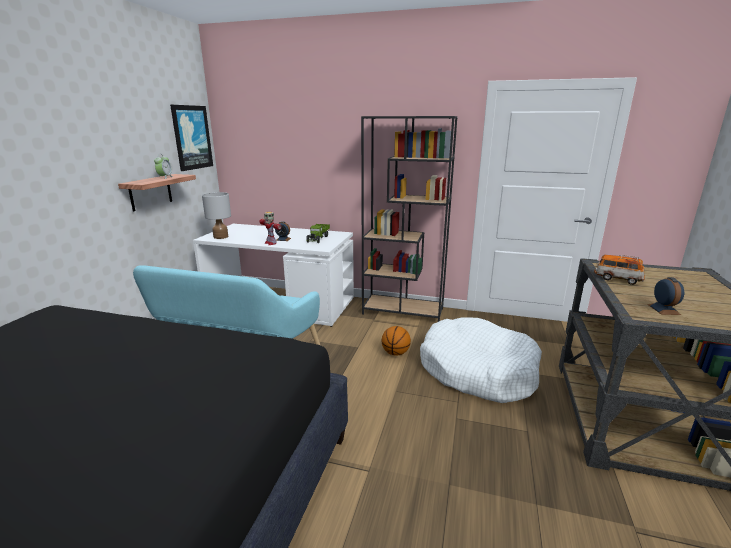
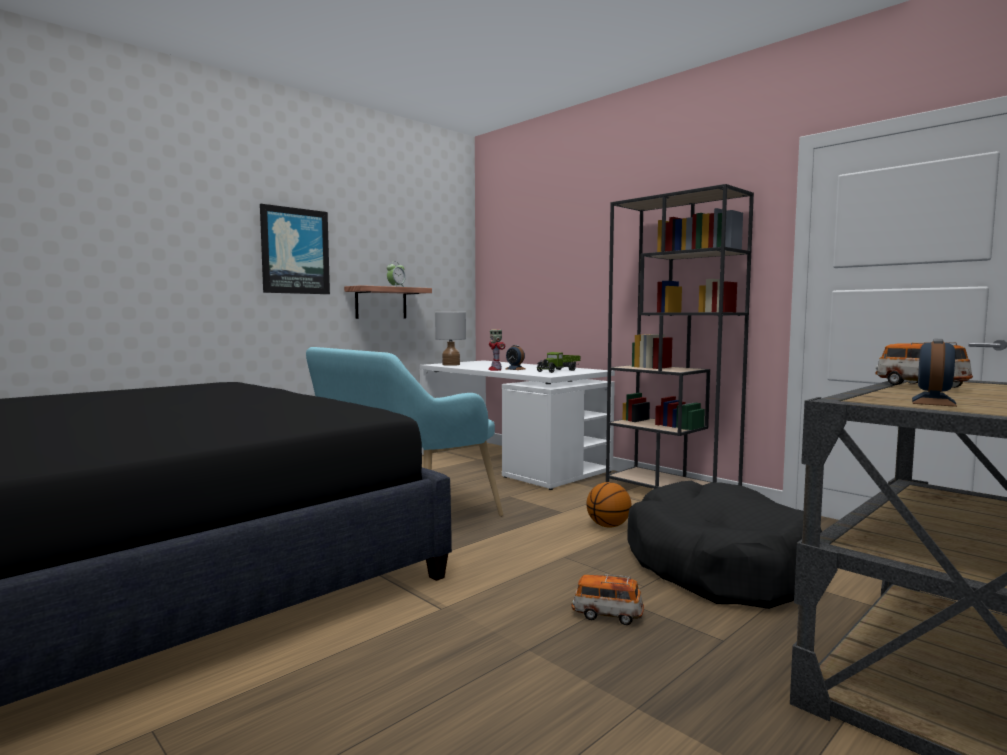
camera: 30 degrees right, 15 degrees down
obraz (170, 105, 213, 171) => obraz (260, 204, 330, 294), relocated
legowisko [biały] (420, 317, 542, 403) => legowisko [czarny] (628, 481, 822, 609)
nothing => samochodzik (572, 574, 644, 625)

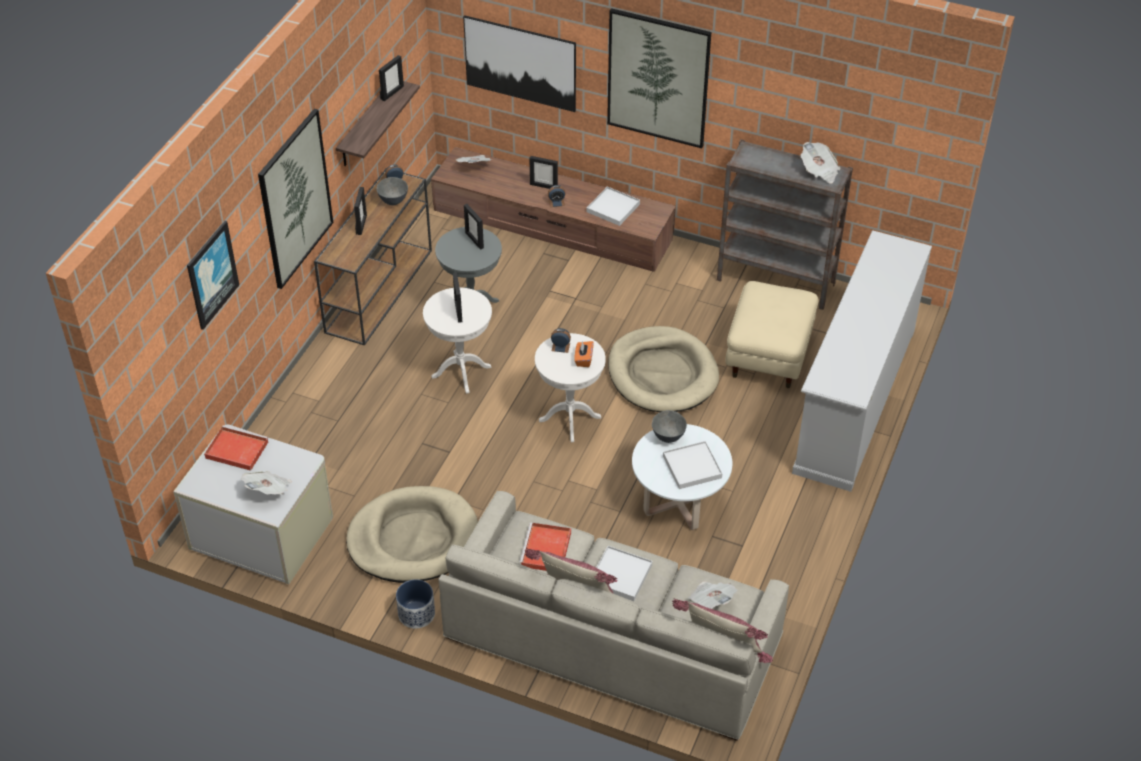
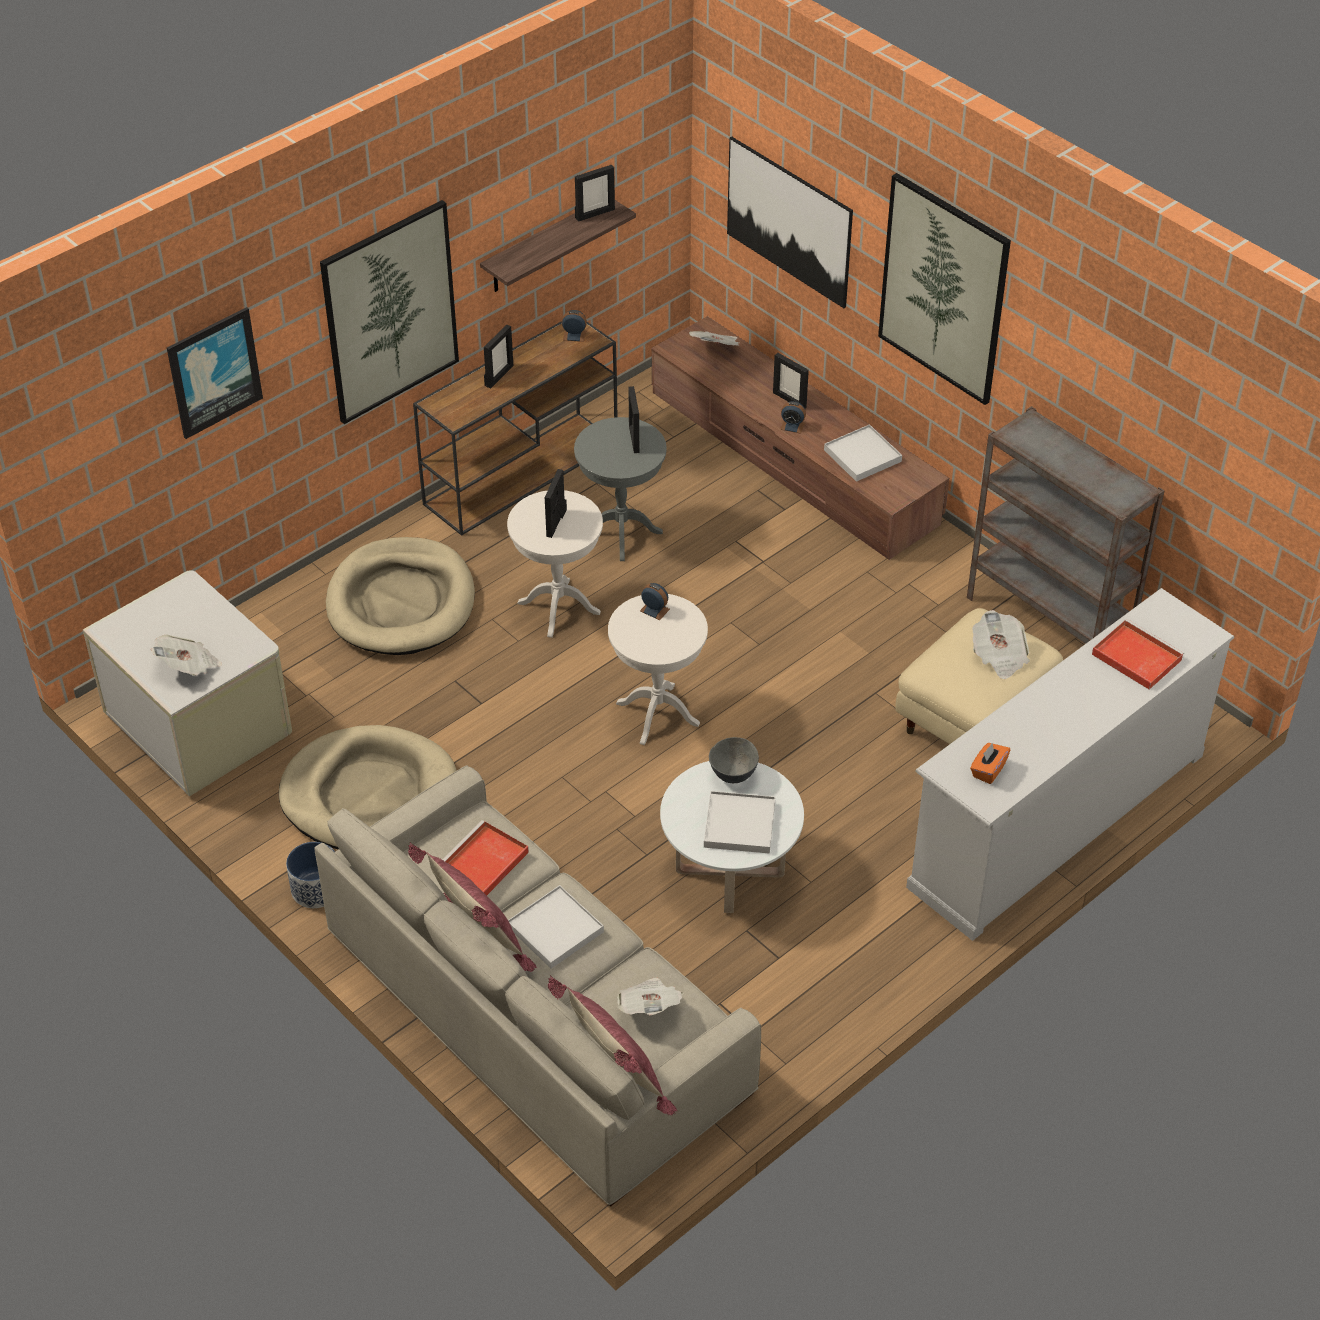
camera: 25 degrees right, 0 degrees up
taca [czerwony] (204, 425, 268, 471) => taca [czerwony] (1092, 619, 1184, 690), relocated
miska [szary] (376, 177, 408, 205) => nothing
pudełko chusteczek [pomarańczowy] (574, 341, 593, 367) => pudełko chusteczek [pomarańczowy] (970, 743, 1010, 784), relocated
legowisko [beżowy] (608, 326, 719, 412) => legowisko [beżowy] (326, 537, 475, 655), relocated
gazeta (801, 142, 840, 184) => gazeta (972, 610, 1030, 679), relocated

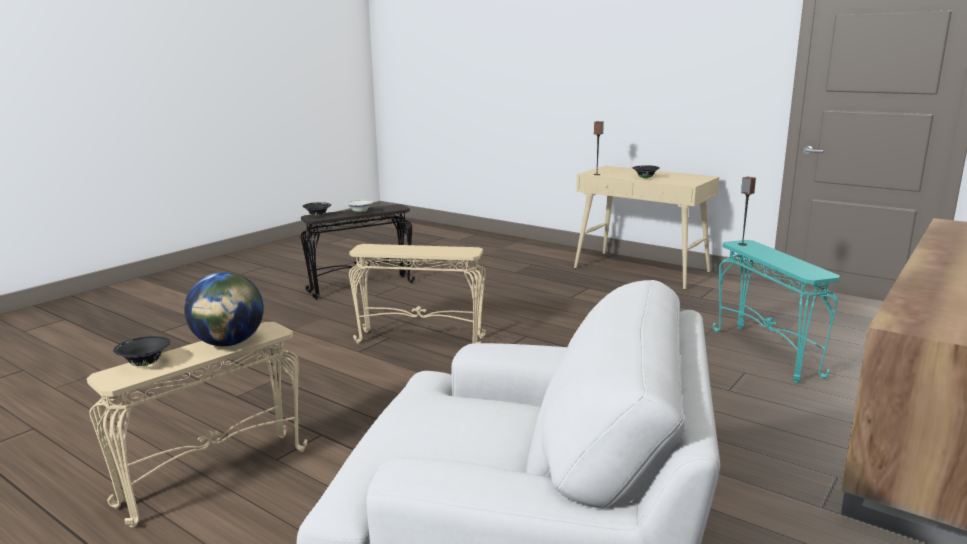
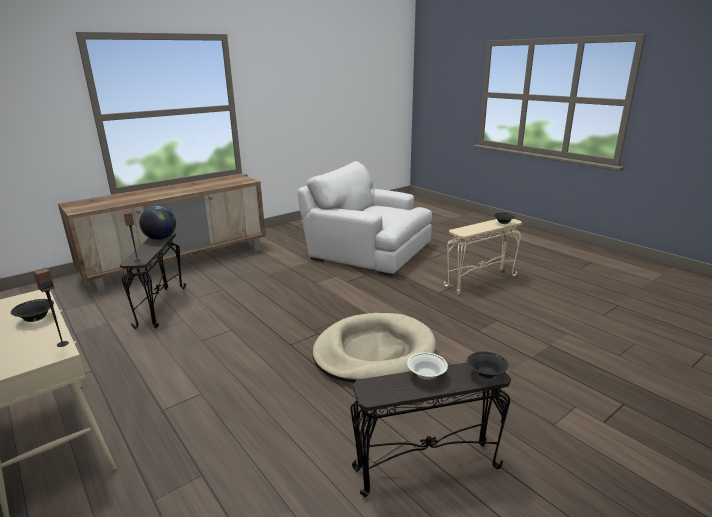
camera: 165 degrees left, 5 degrees up
globus (184, 272, 264, 346) => globus (139, 206, 176, 240), relocated
stolik [beżowy] (349, 244, 486, 343) => legowisko [beżowy] (313, 313, 436, 383)
stolik [turkusowy] (713, 240, 840, 383) => stolik [czarny] (120, 232, 186, 329)

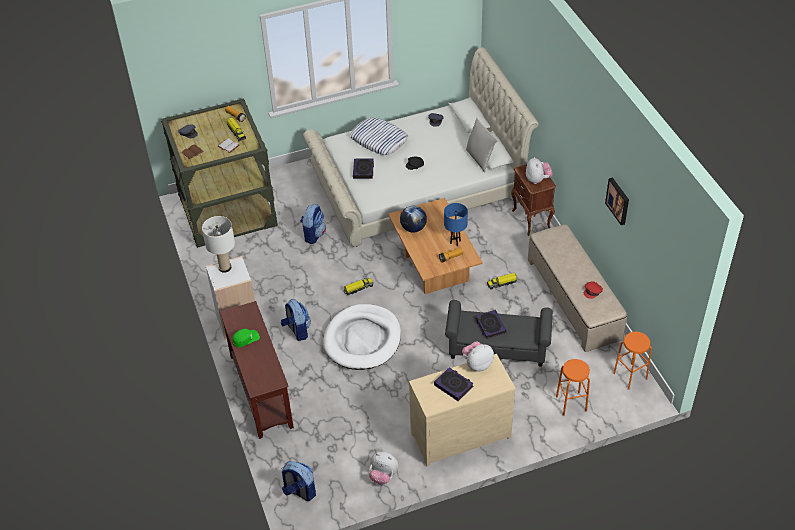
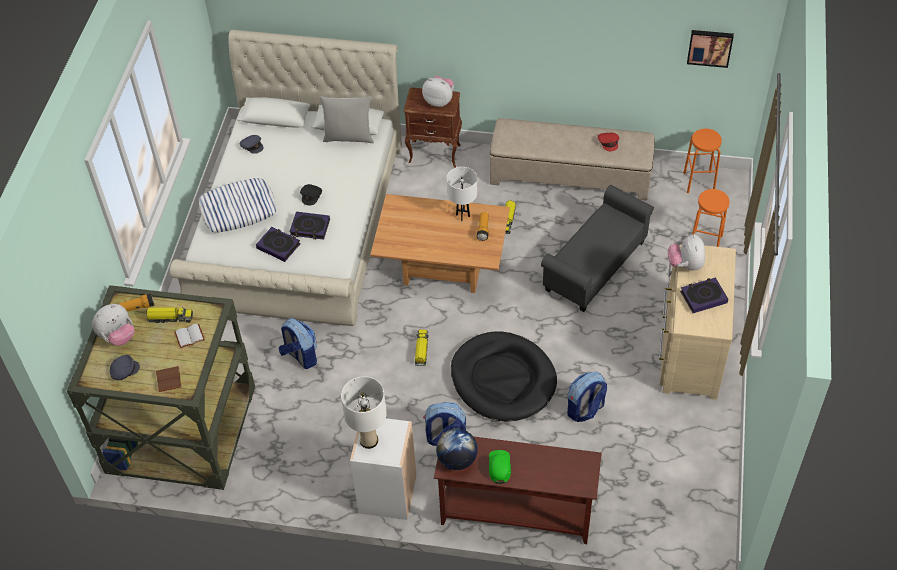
camera: 60 degrees left, 5 degrees up
plecak (282, 461, 316, 501) => plecak (567, 371, 607, 422), relocated
legowisko [biały] (323, 304, 401, 370) => legowisko [czarny] (451, 331, 557, 422)
pluszak (369, 452, 398, 485) => pluszak (92, 304, 134, 346), relocated
globus (400, 206, 427, 233) => globus (436, 429, 478, 470), relocated
lampa stołowa [niebieski] (444, 203, 468, 246) => lampa stołowa [biały] (447, 167, 477, 221)
książka (475, 310, 507, 339) => książka (289, 212, 330, 240), relocated
obraz (605, 177, 629, 225) => obraz (687, 30, 734, 68), relocated

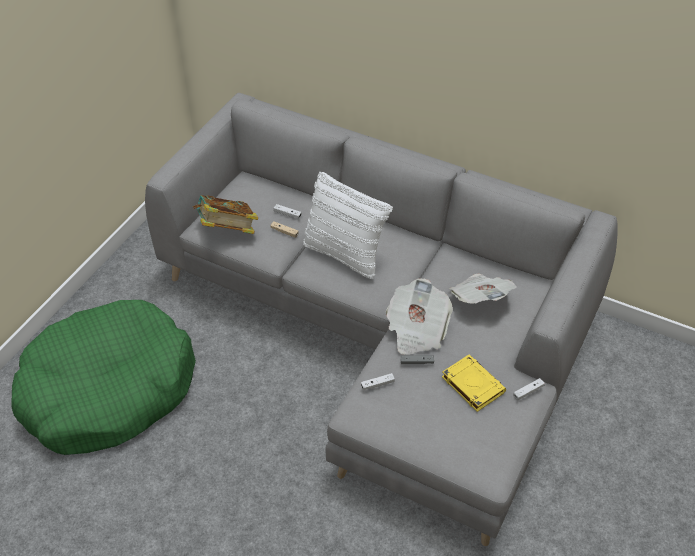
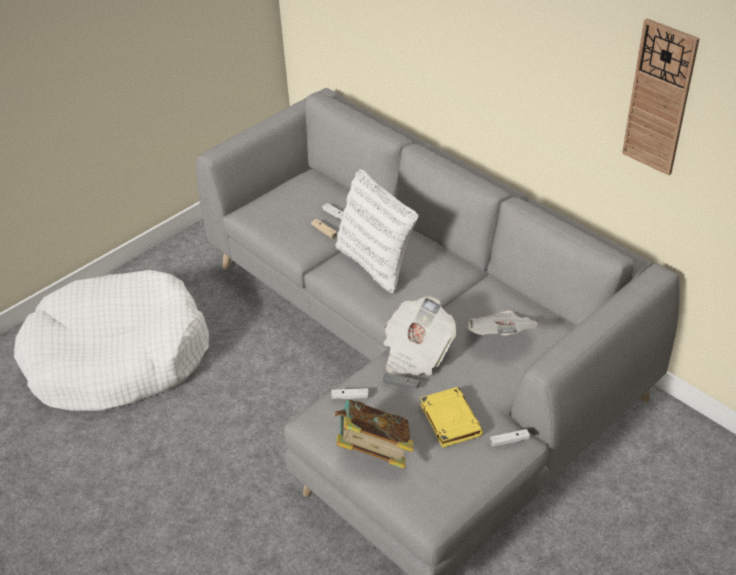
camera: 20 degrees right, 5 degrees down
legowisko [zielony] (11, 300, 196, 455) => legowisko [biały] (14, 270, 209, 411)
książka (193, 195, 258, 234) => książka (335, 399, 414, 469), relocated
nothing => zegar ścienny (622, 18, 700, 176)

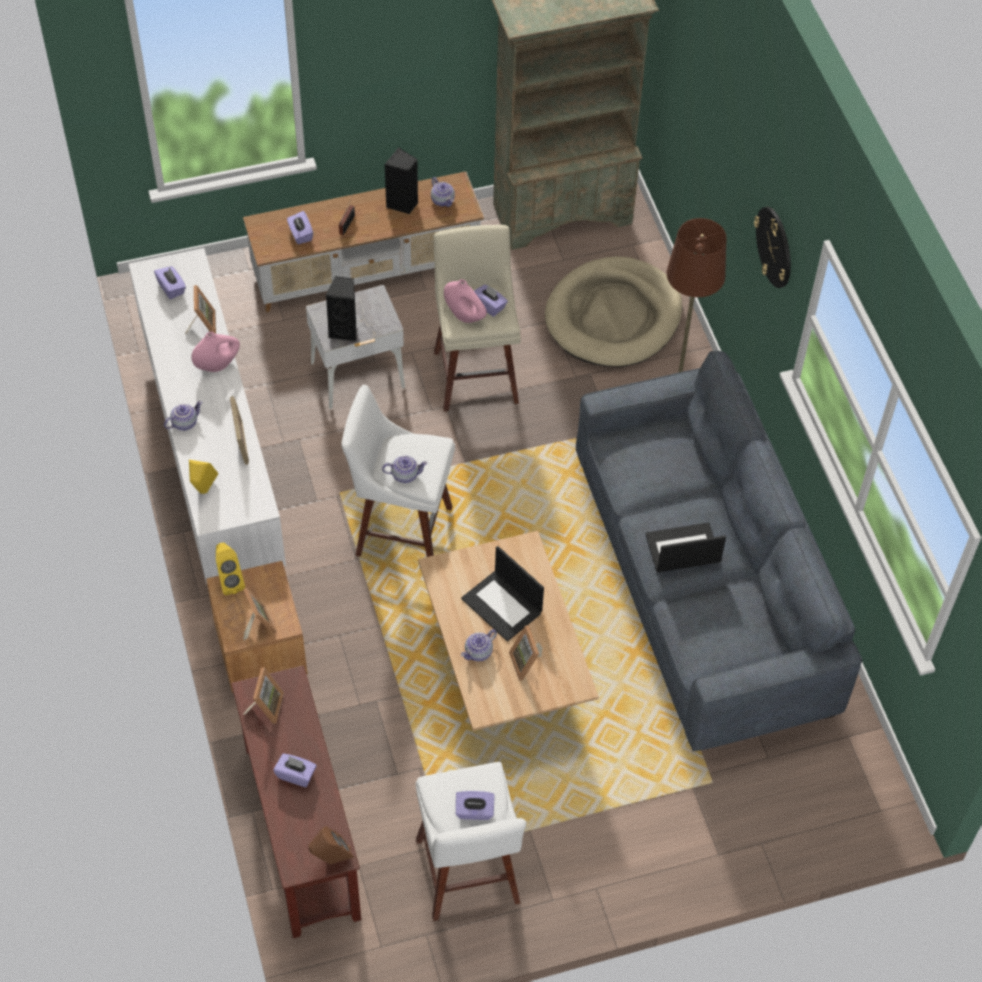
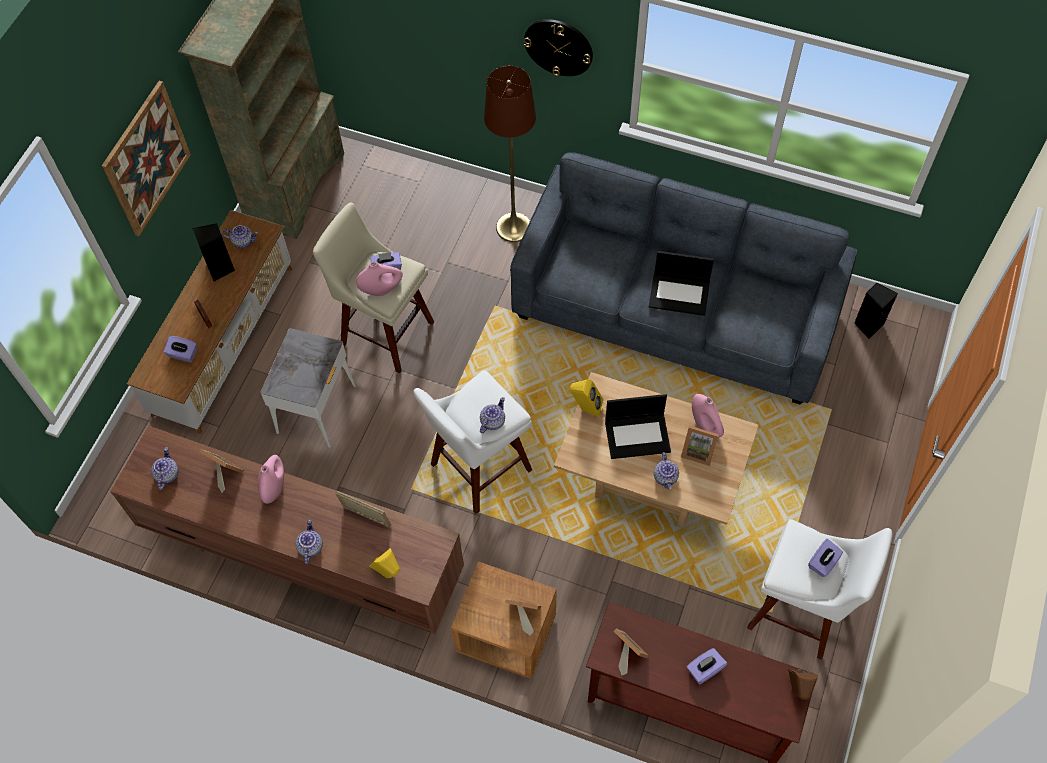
camera: 50 degrees left, 5 degrees up
szafka [biały] (129, 248, 286, 584) => szafka [brązowy] (110, 426, 464, 634)
pudełko chusteczek [fioletowy] (154, 266, 186, 299) => imbryk (151, 447, 178, 490)
głośnik [żółty] (216, 543, 245, 595) => głośnik [żółty] (570, 379, 603, 417), relocated
głośnik [czarny] (325, 276, 356, 341) => głośnik [czarny] (854, 283, 898, 339), relocated
legowisko [beżowy] (545, 256, 682, 367) => nothing
laptop (646, 523, 726, 572) => laptop (649, 251, 714, 316), 105 degrees counterclockwise
nothing => obraz (102, 81, 191, 236)
nothing => wazon [różowy] (692, 394, 724, 437)

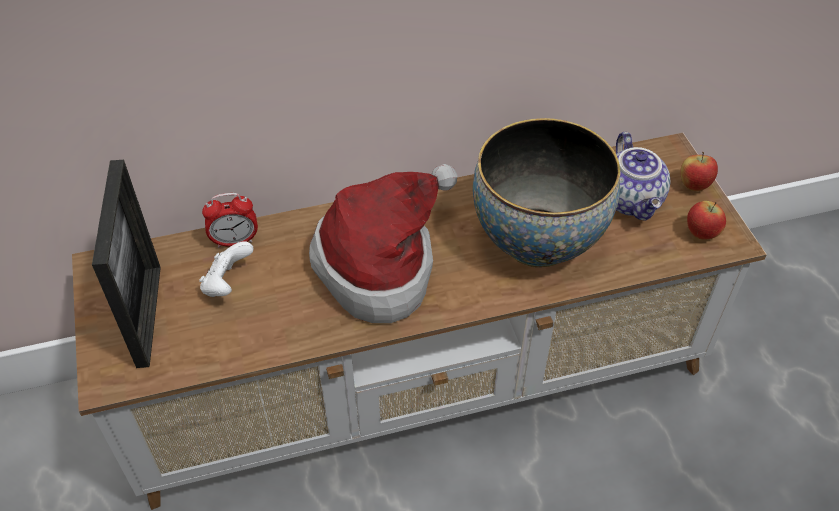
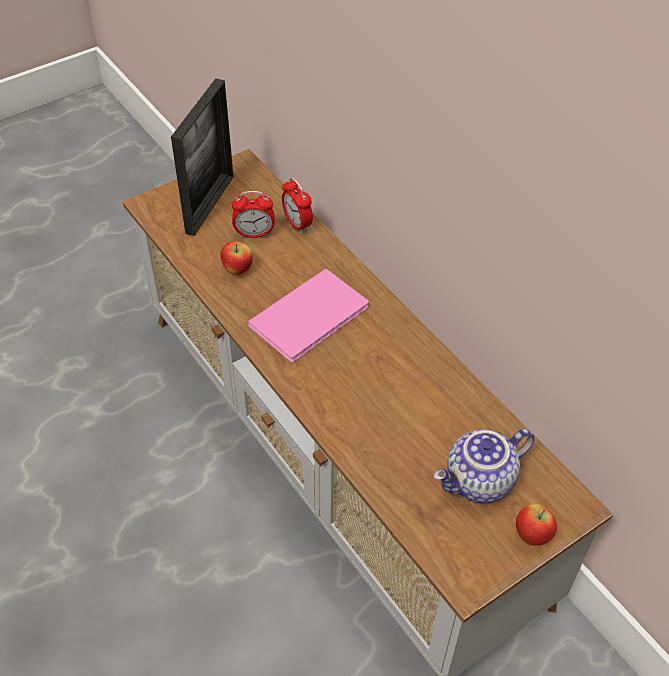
camera: 70 degrees right, 0 degrees up
ramka na zdjęcie (92, 160, 161, 368) => ramka na zdjęcie (171, 78, 234, 236), 45 degrees counterclockwise
pad do gier [biały] (199, 241, 254, 297) => budzik (232, 191, 275, 238)
kapelusz (309, 164, 458, 323) => książka [różowy] (247, 269, 369, 362)
miska (473, 118, 620, 267) => nothing
jabłko (687, 201, 726, 240) => jabłko (221, 241, 253, 275), relocated

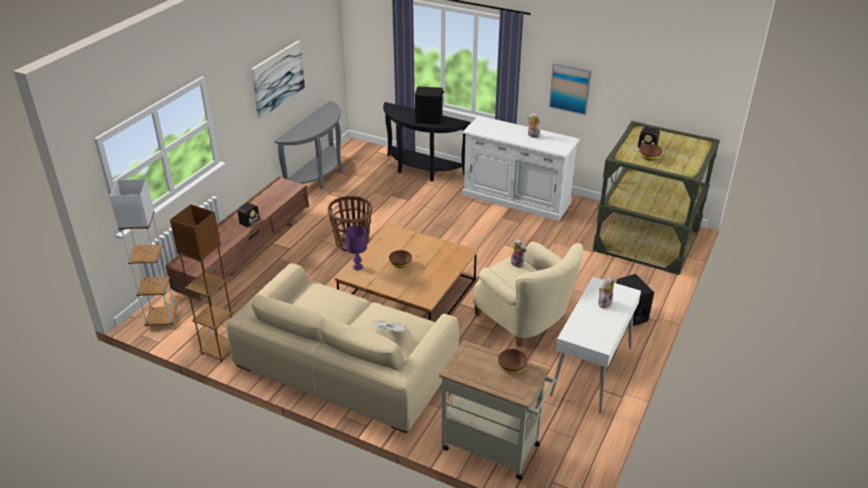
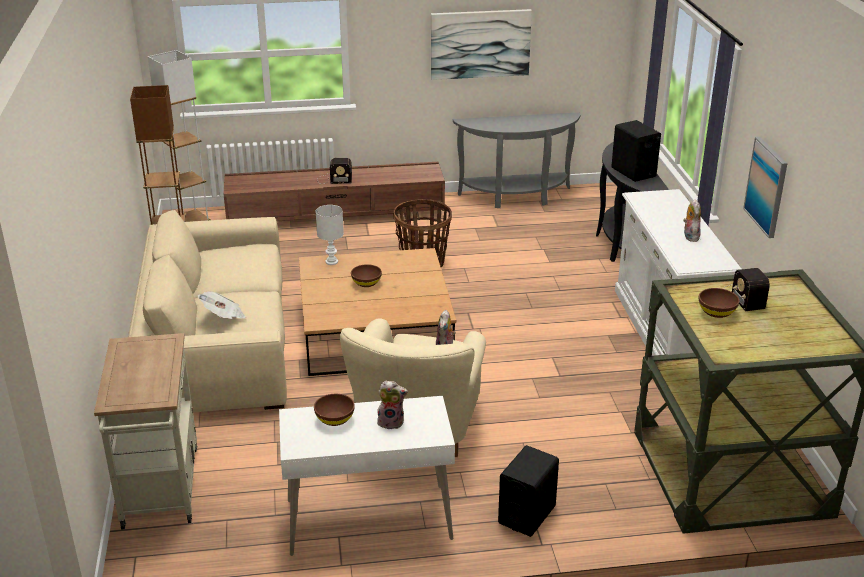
camera: 55 degrees right, 5 degrees down
lampa stołowa [fioletowy] (345, 225, 367, 270) => lampa stołowa [biały] (316, 205, 344, 265)
miska [brązowy] (498, 349, 528, 374) => miska [brązowy] (314, 394, 355, 426), relocated

